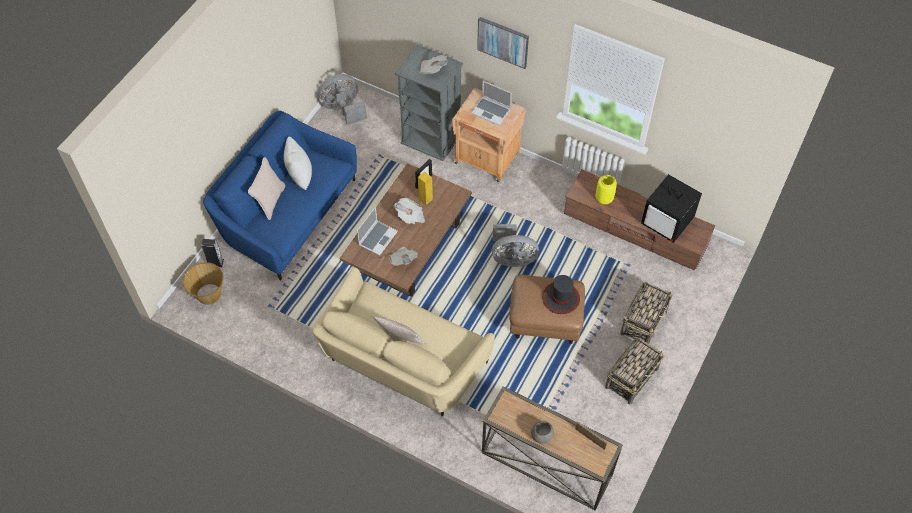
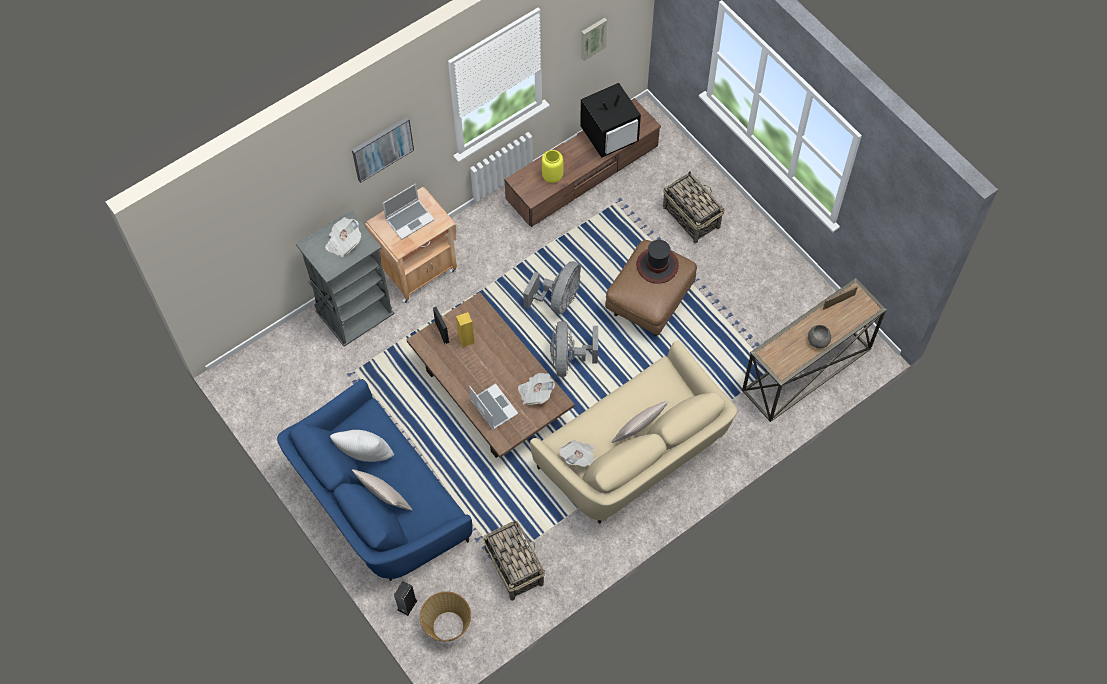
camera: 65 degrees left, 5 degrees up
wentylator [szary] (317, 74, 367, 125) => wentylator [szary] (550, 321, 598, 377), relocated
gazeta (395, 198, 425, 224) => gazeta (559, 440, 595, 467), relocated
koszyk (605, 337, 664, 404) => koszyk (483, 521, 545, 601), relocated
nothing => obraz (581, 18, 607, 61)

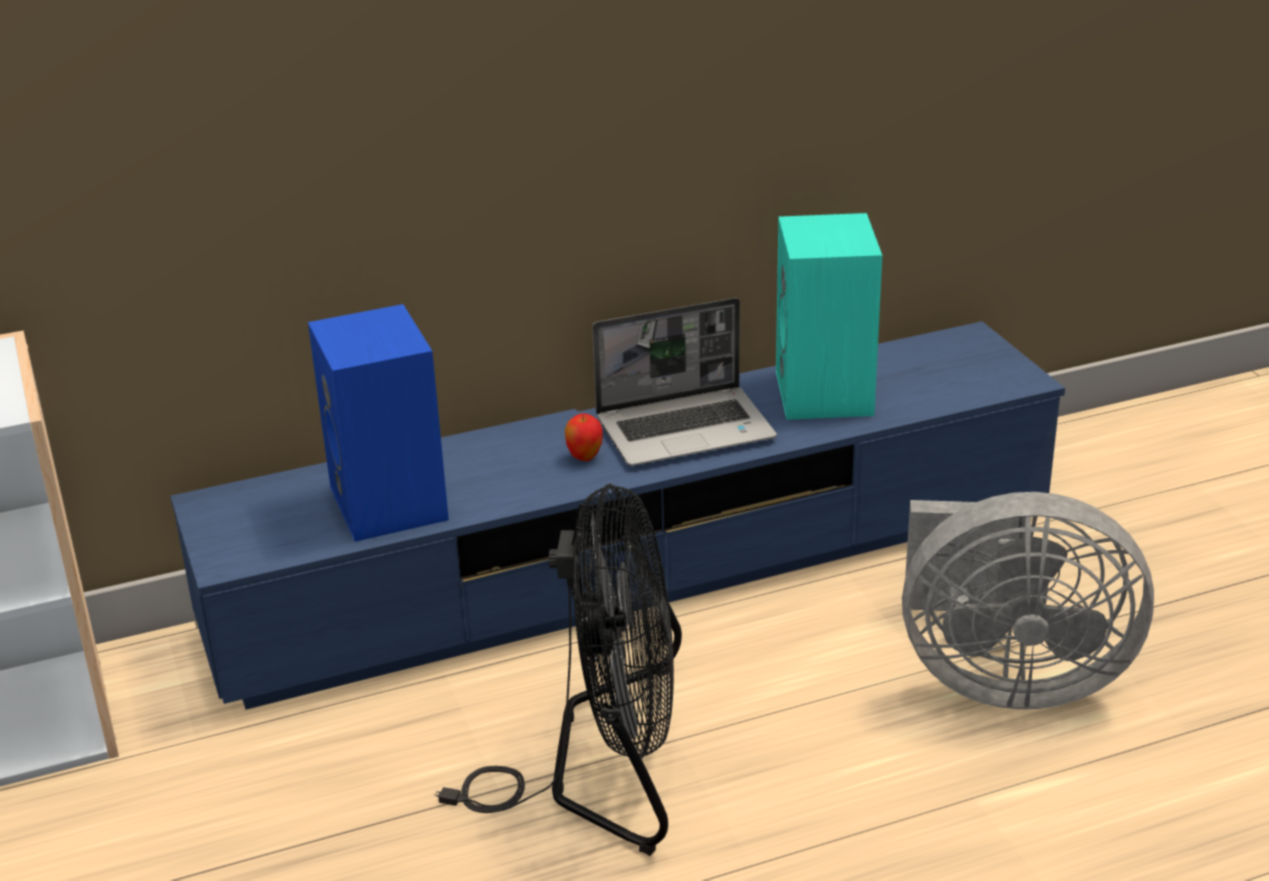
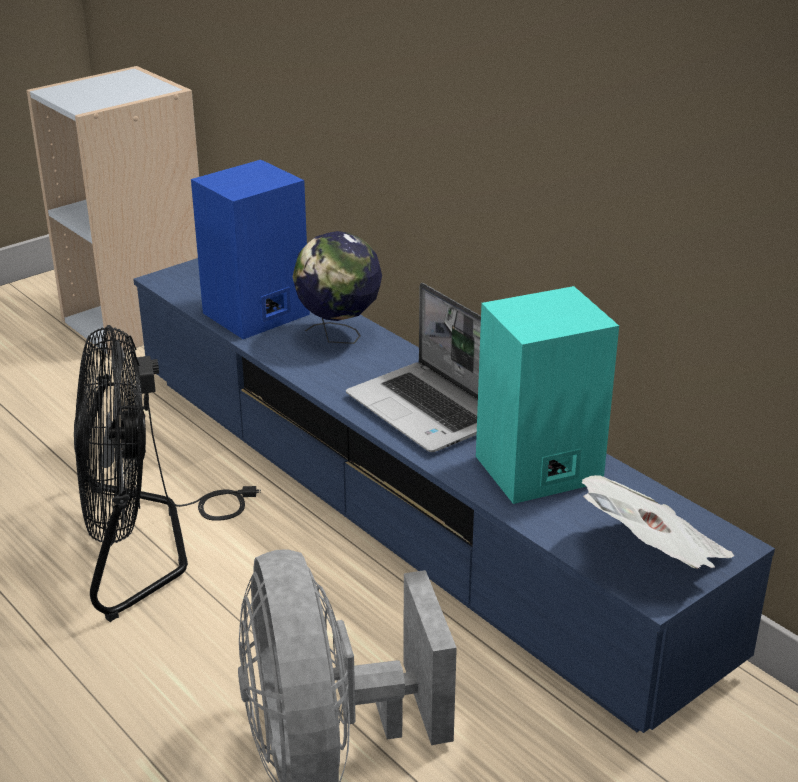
camera: 70 degrees right, 0 degrees up
wentylator [czarny] (435, 484, 682, 856) => wentylator [czarny] (74, 325, 261, 622), 90 degrees clockwise
jabłko (565, 413, 603, 461) => nothing
nothing => globus (292, 231, 382, 344)
nothing => gazeta (581, 475, 734, 569)

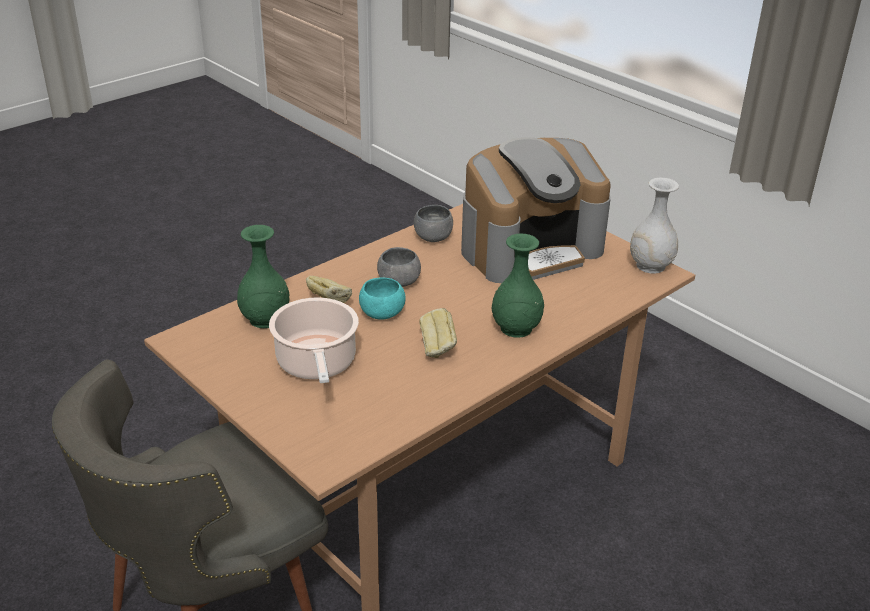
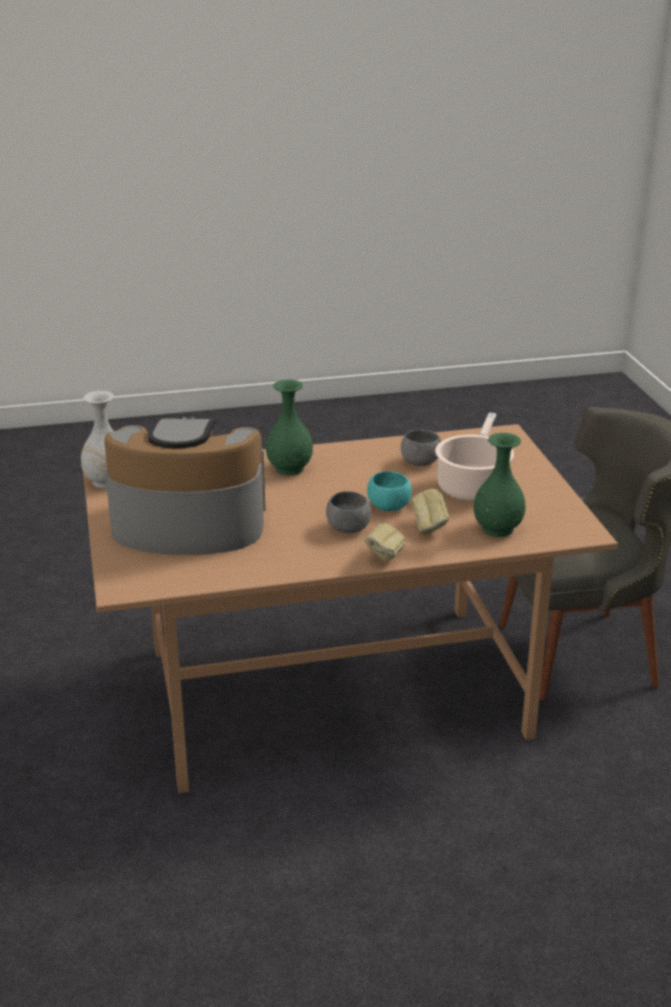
camera: 150 degrees left, 5 degrees down
miska [szary] (414, 205, 453, 242) => miska [szary] (401, 430, 441, 466), relocated
chleb (419, 308, 457, 358) => chleb (365, 523, 406, 561), relocated

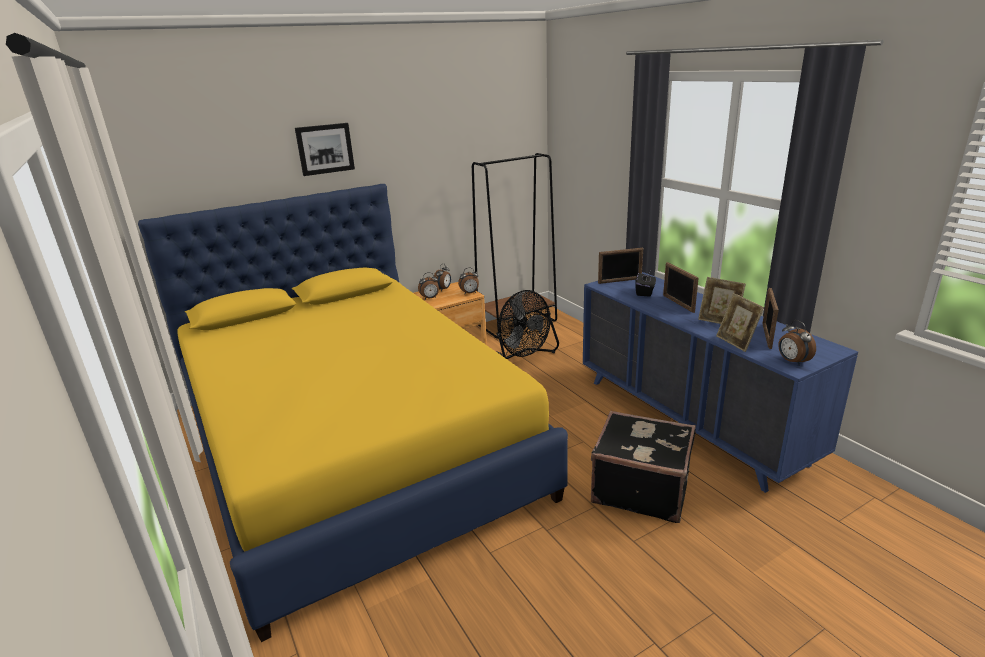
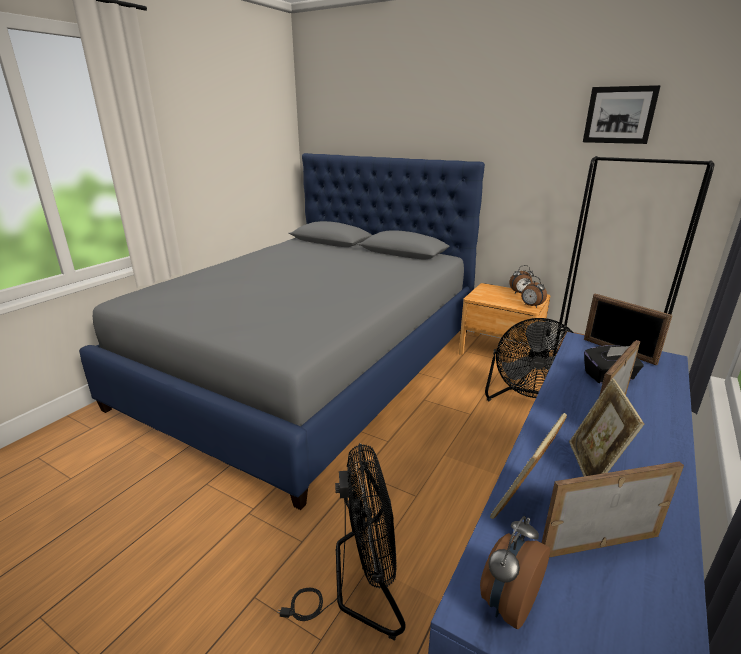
camera: 60 degrees right, 0 degrees up
łóżko [żółty] (138, 184, 568, 642) => łóżko [szary] (79, 153, 485, 510)
obraz (295, 123, 355, 176) => obraz (583, 85, 661, 144), relocated
budzik (418, 272, 439, 299) => nothing
walizka [czarny] (591, 411, 696, 523) => wentylator [czarny] (277, 443, 405, 641)

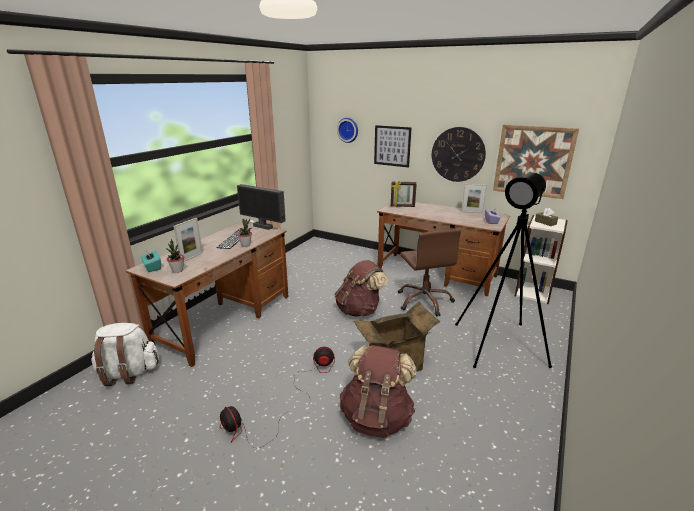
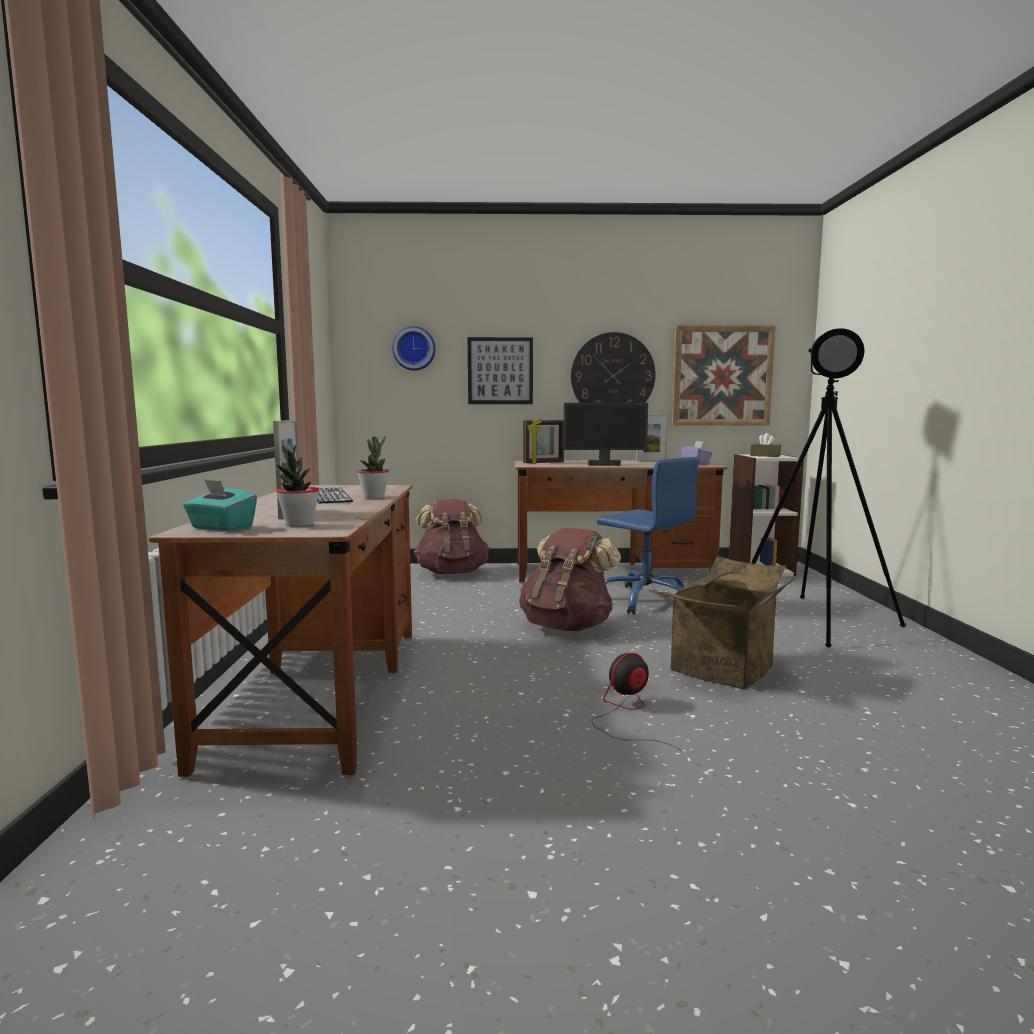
camera: 30 degrees left, 15 degrees down
plecak [biały] (91, 323, 159, 386) => nothing
wentylator (220, 406, 289, 448) => nothing
monitor (237, 184, 286, 230) => monitor (563, 403, 648, 466), relocated
plecak [brązowy] (340, 345, 416, 438) => plecak [brązowy] (414, 499, 490, 574), relocated
krzesło biurowe [brązowy] (398, 229, 461, 317) => krzesło biurowe [niebieski] (597, 457, 699, 614)

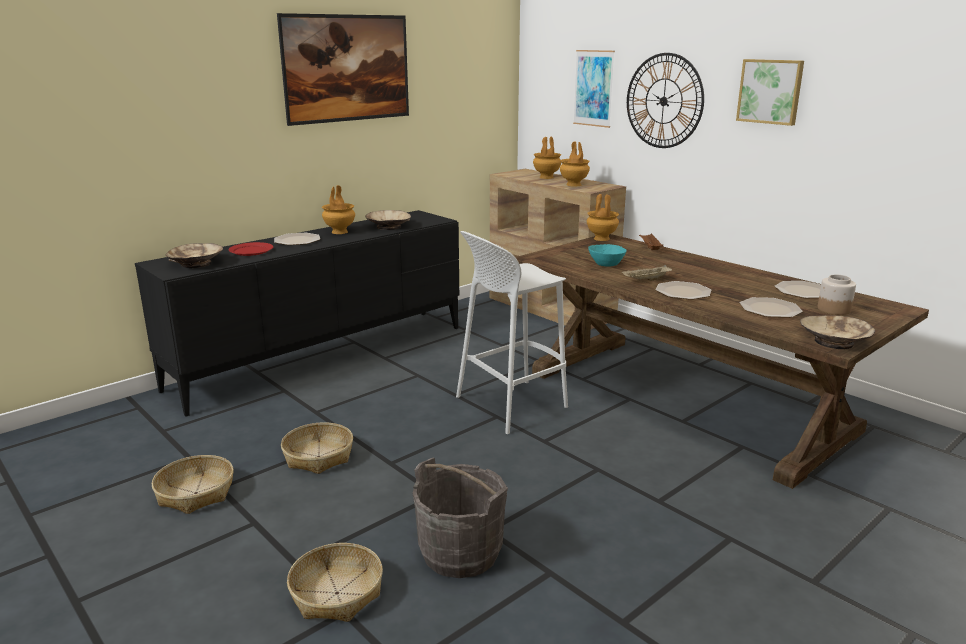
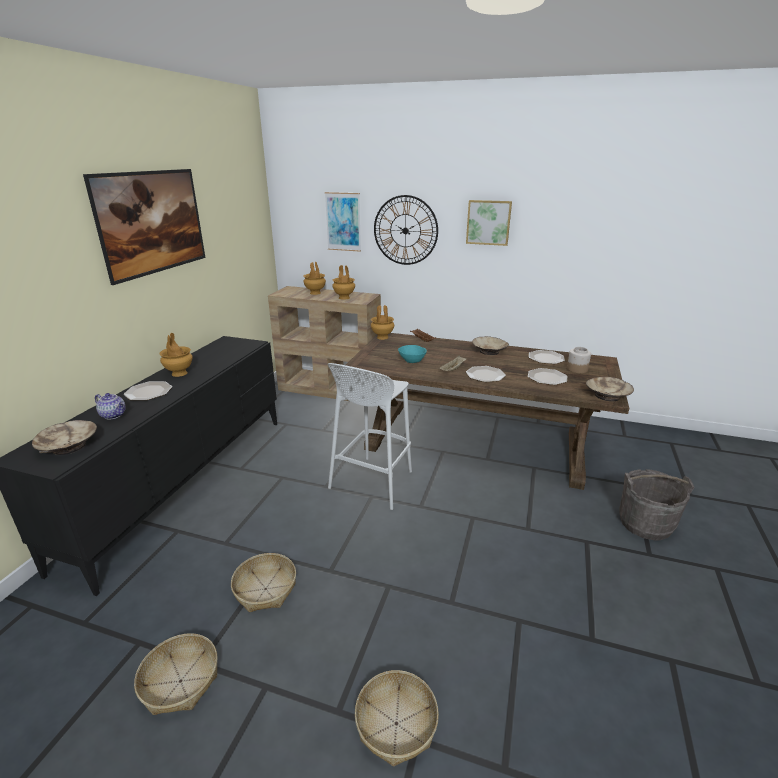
camera: 30 degrees left, 5 degrees up
talerz [czerwony] (228, 242, 273, 256) => imbryk (95, 393, 126, 419)
miska [beżowy] (365, 210, 411, 230) => miska [beżowy] (472, 336, 509, 355), relocated
wiadro [szary] (412, 458, 508, 578) => wiadro [szary] (619, 469, 695, 540), relocated

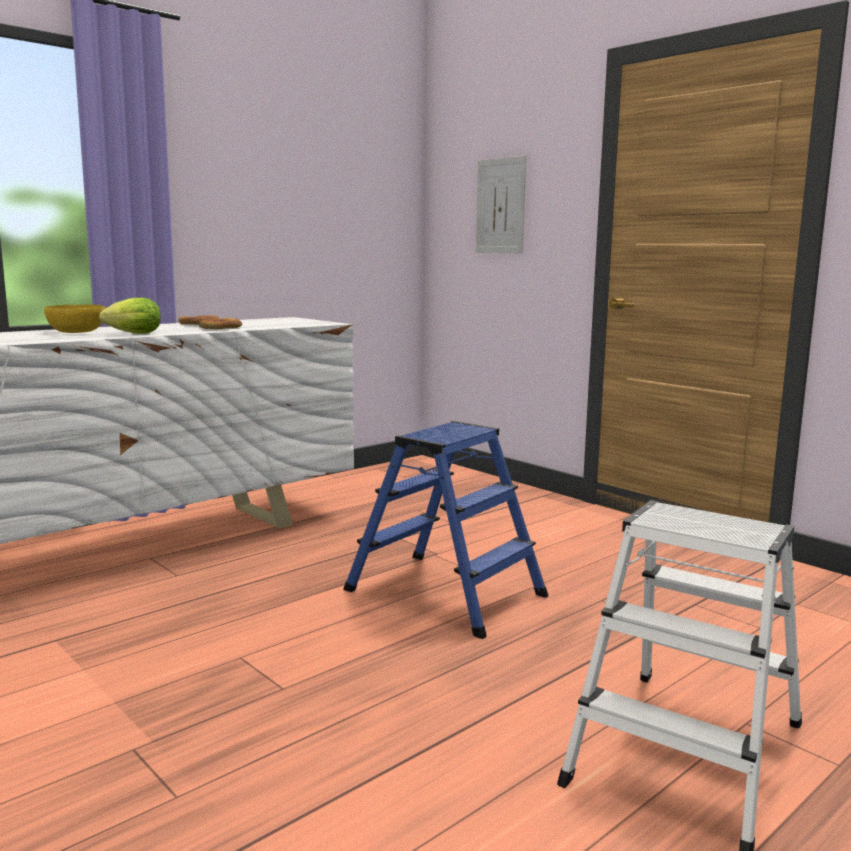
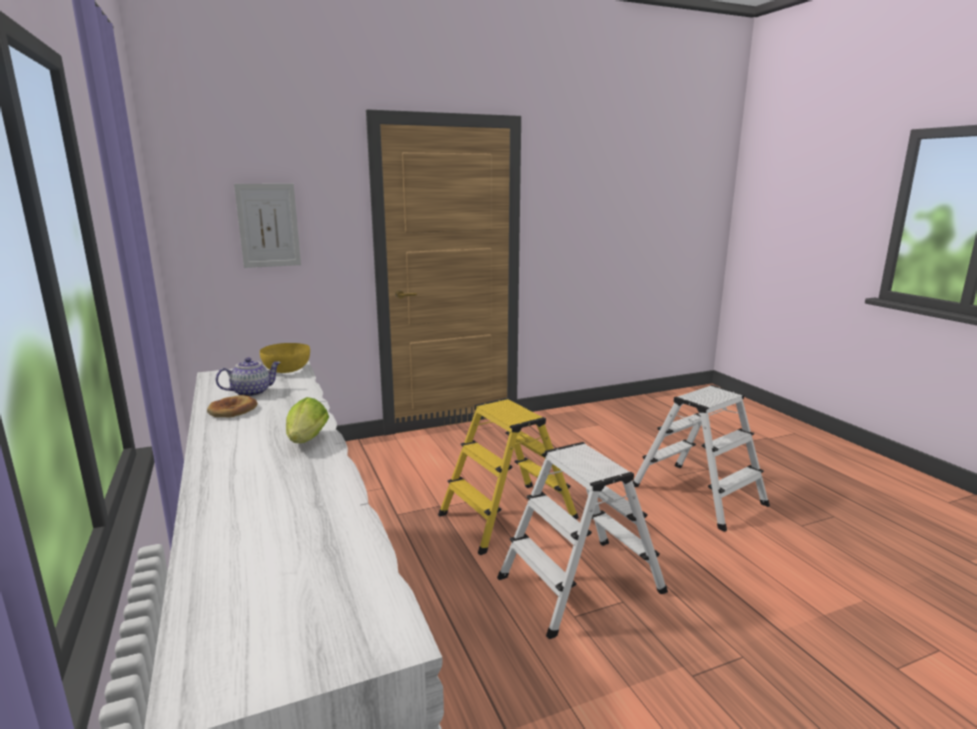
camera: 70 degrees left, 5 degrees up
miska [żółty] (44, 305, 105, 333) => miska [żółty] (260, 343, 310, 373), relocated
chleb (199, 318, 242, 329) => nothing
drabinka [niebieski] (343, 421, 549, 639) => drabinka [żółty] (438, 398, 579, 555)
nothing => imbryk (216, 357, 281, 397)
nothing => drabinka [biały] (497, 442, 668, 639)

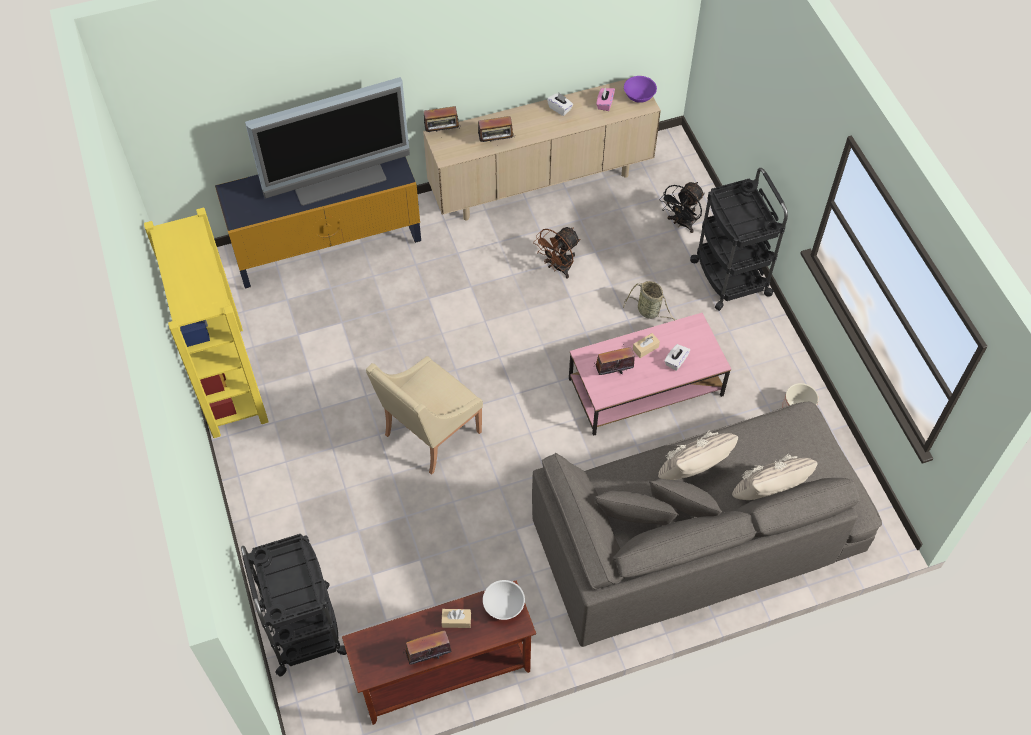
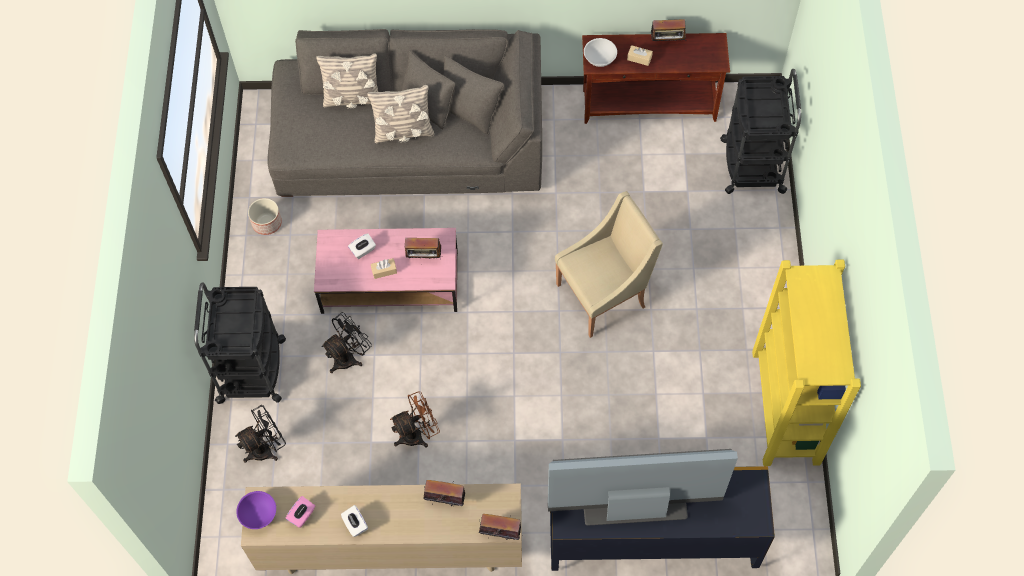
camera: 160 degrees left, 5 degrees up
koszyk (623, 281, 676, 320) => wentylator [czarny] (322, 312, 372, 373)

